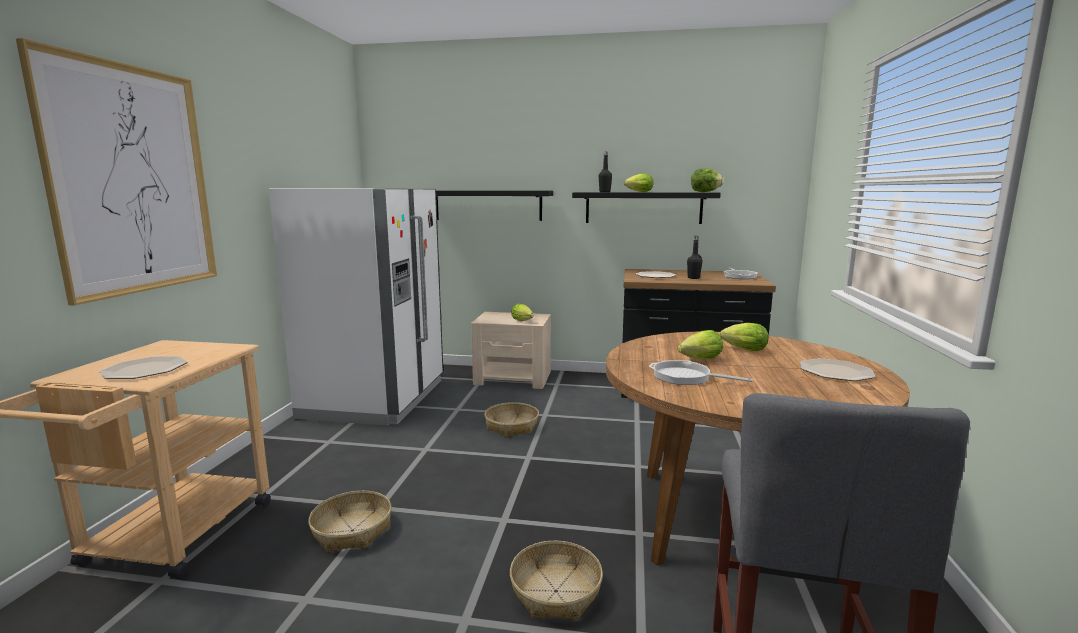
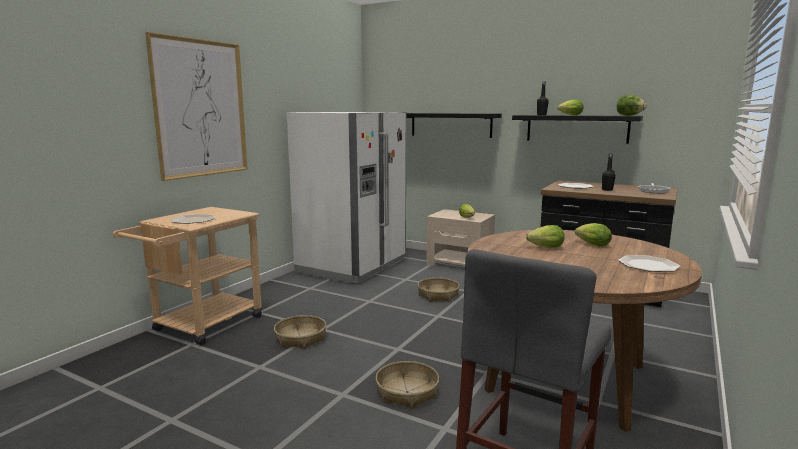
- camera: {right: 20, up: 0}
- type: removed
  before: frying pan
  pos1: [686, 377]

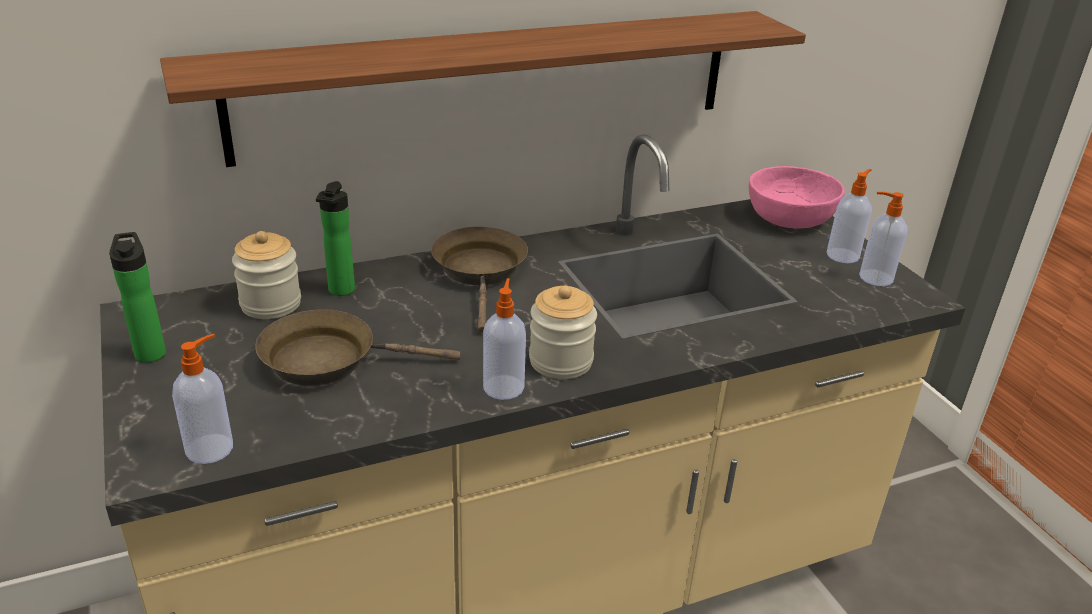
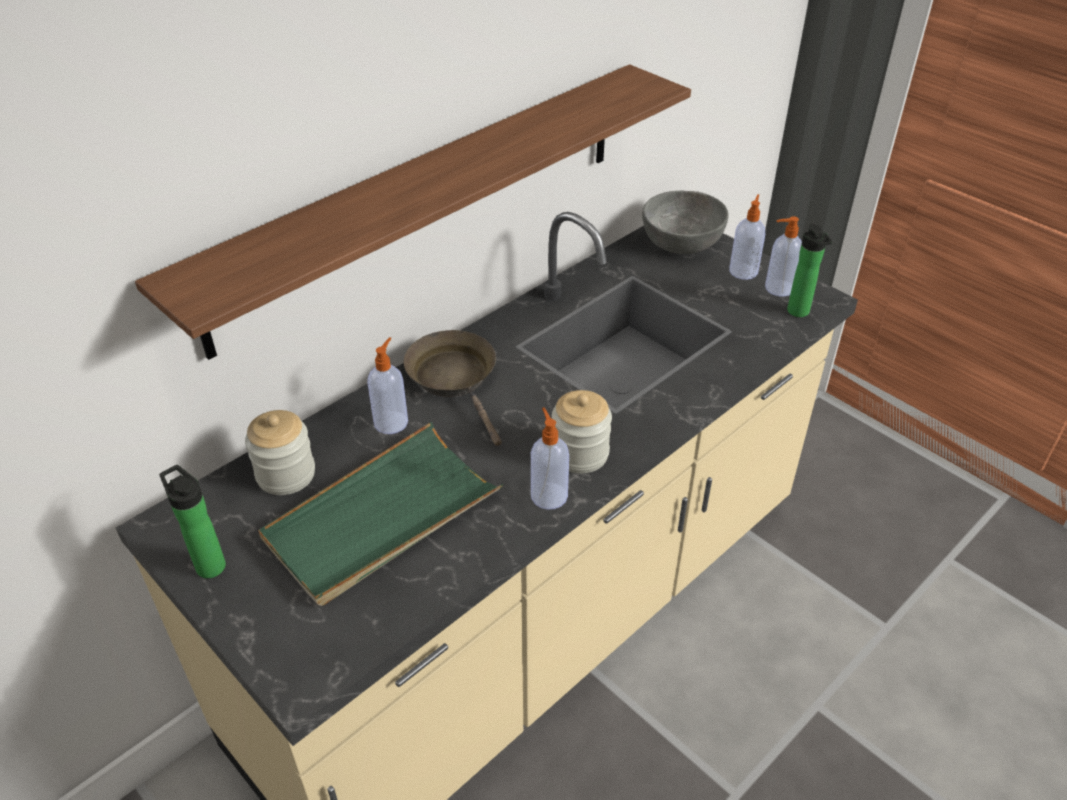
- camera: {right: -20, up: 10}
- type: moved
  before: soap dispenser
  pos1: [211, 448]
  pos2: [391, 421]
- type: moved
  before: bottle
  pos1: [340, 291]
  pos2: [799, 313]
- type: replaced
  before: brown frying pan
  after: green tray
  pos1: [329, 360]
  pos2: [382, 518]
- type: recoloured
  before: pink bowl
  after: grey bowl
  pos1: [789, 217]
  pos2: [681, 241]

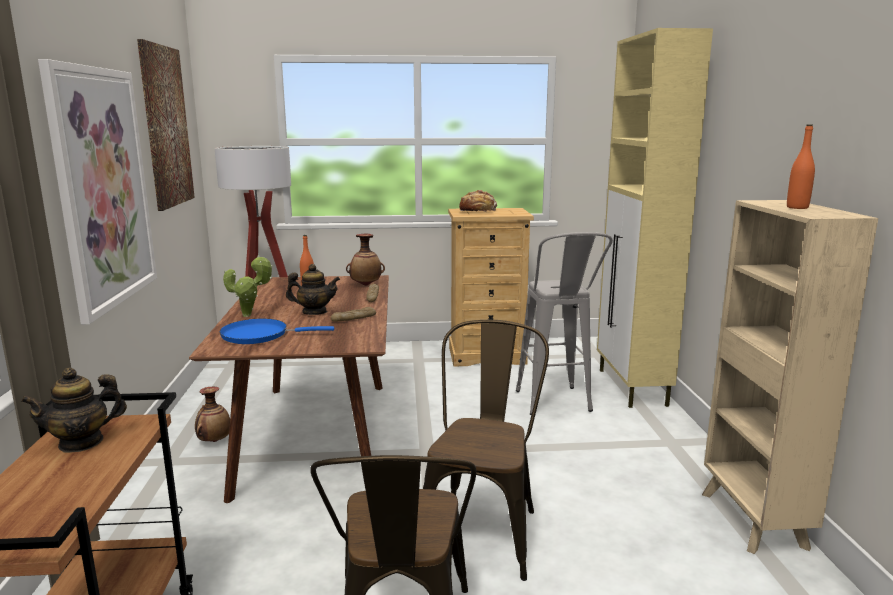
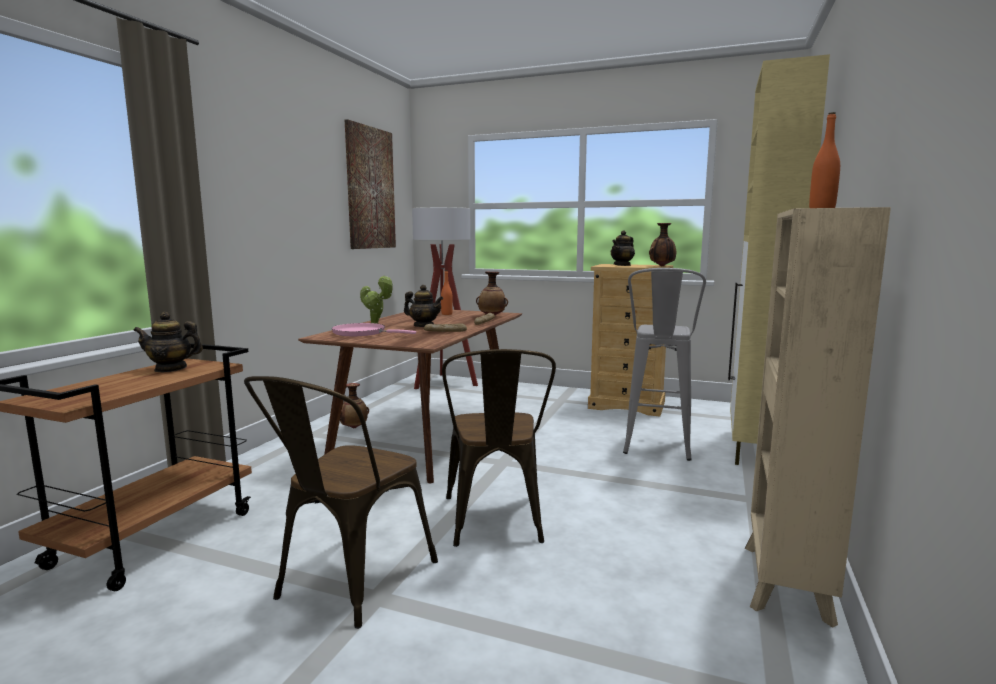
- camera: {right: 25, up: -5}
- type: removed
  before: picture
  pos1: [103, 188]
- type: added
  after: vase
  pos2: [662, 266]
- type: replaced
  before: bread
  after: teapot
  pos1: [478, 211]
  pos2: [622, 265]
- type: recoloured
  before: blue frying pan
  after: pink frying pan
  pos1: [260, 335]
  pos2: [362, 333]
- type: turned
  before: brown chair
  pos1: [483, 527]
  pos2: [495, 523]
  turn: 135

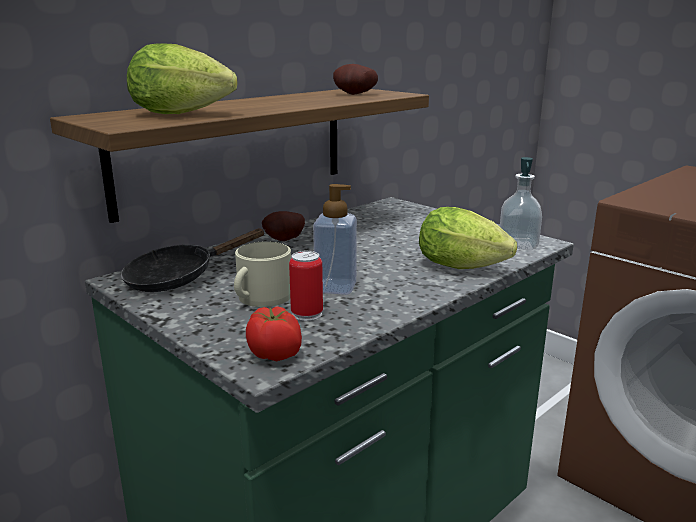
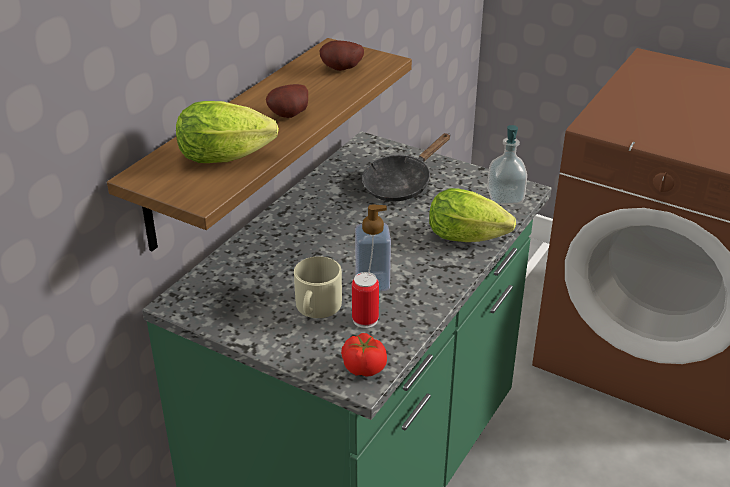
- camera: {right: -15, up: 15}
- type: moved
  before: black frying pan
  pos1: [179, 278]
  pos2: [401, 184]
- type: moved
  before: potato
  pos1: [285, 240]
  pos2: [291, 116]

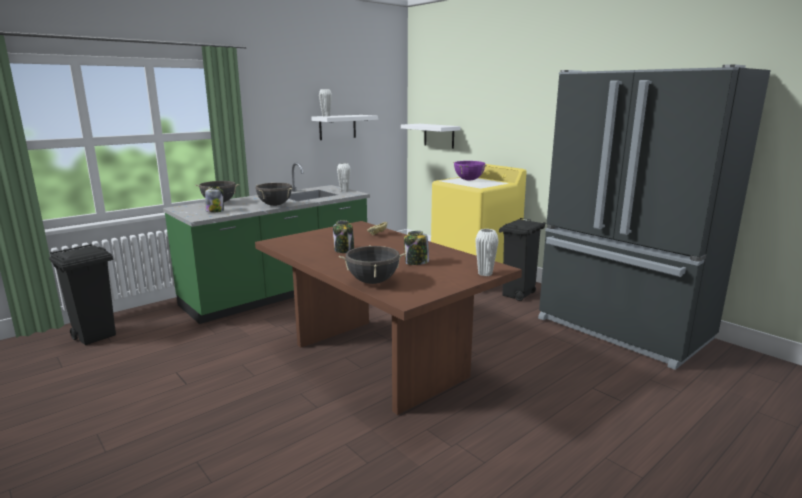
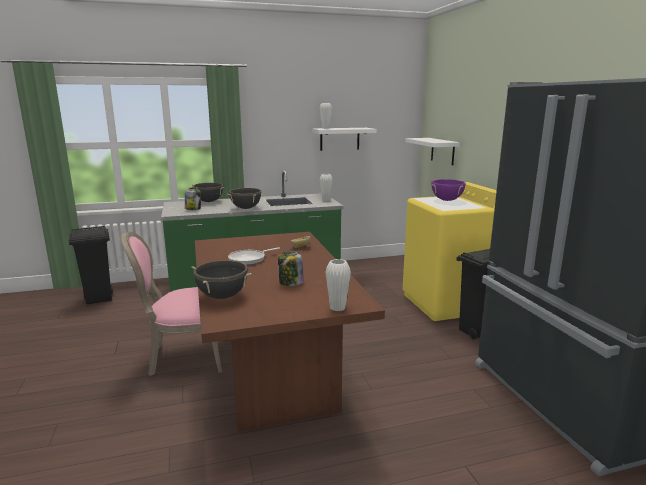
- camera: {right: 25, up: 0}
- type: added
  after: pink chair
  pos2: [184, 357]
- type: replaced
  before: jar
  after: frying pan
  pos1: [344, 250]
  pos2: [249, 259]

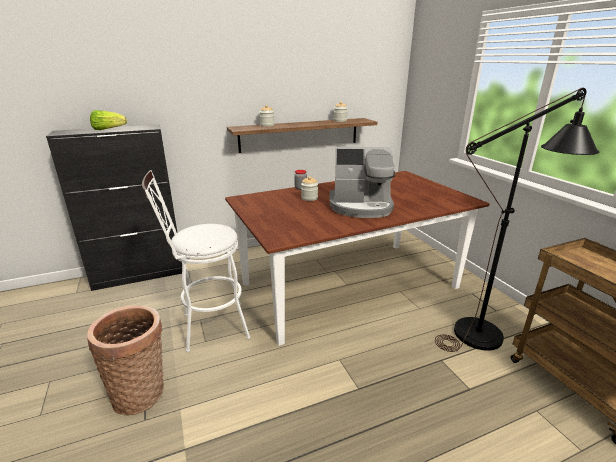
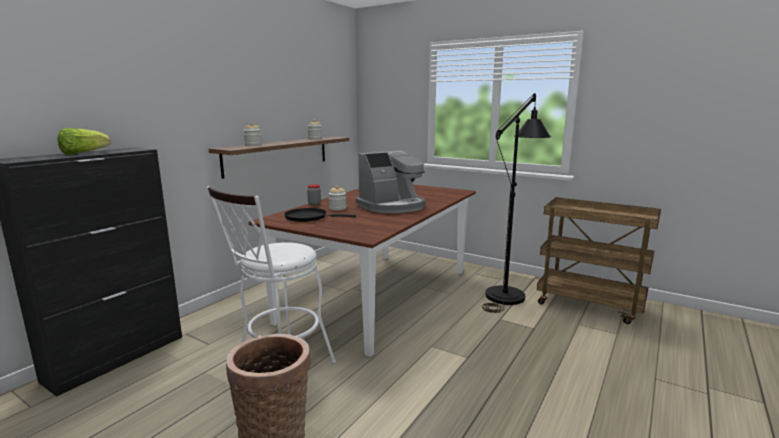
- camera: {right: -35, up: -10}
- type: added
  after: black frying pan
  pos2: [309, 217]

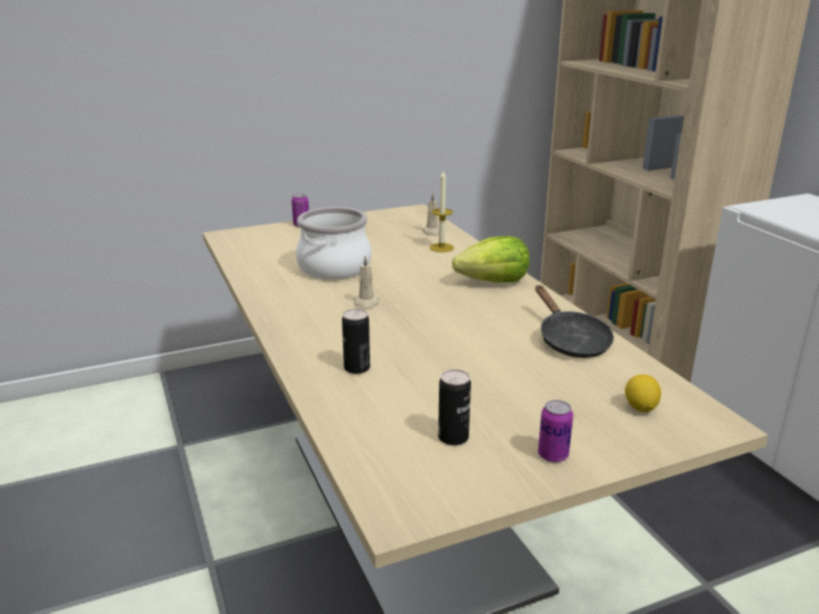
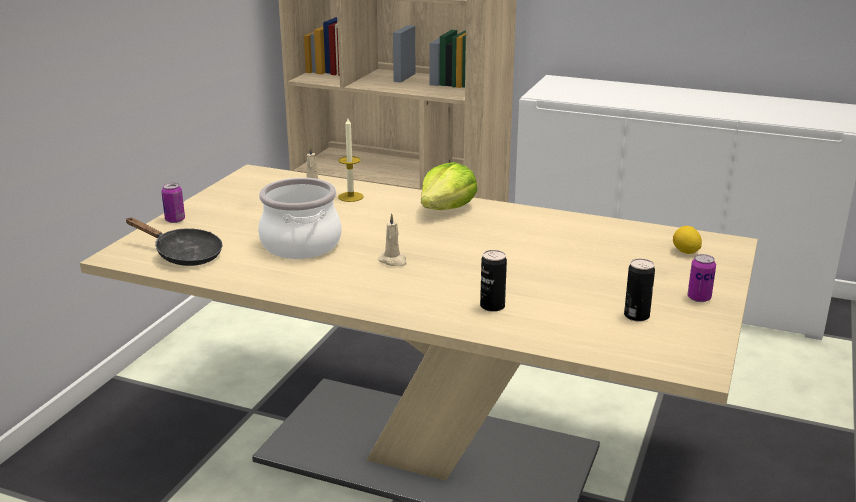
- camera: {right: -45, up: 0}
- type: moved
  before: black frying pan
  pos1: [570, 341]
  pos2: [183, 255]

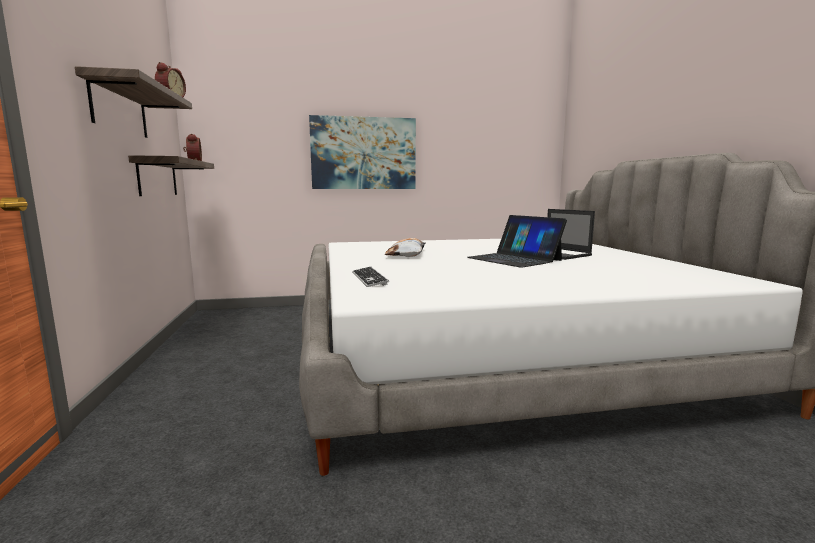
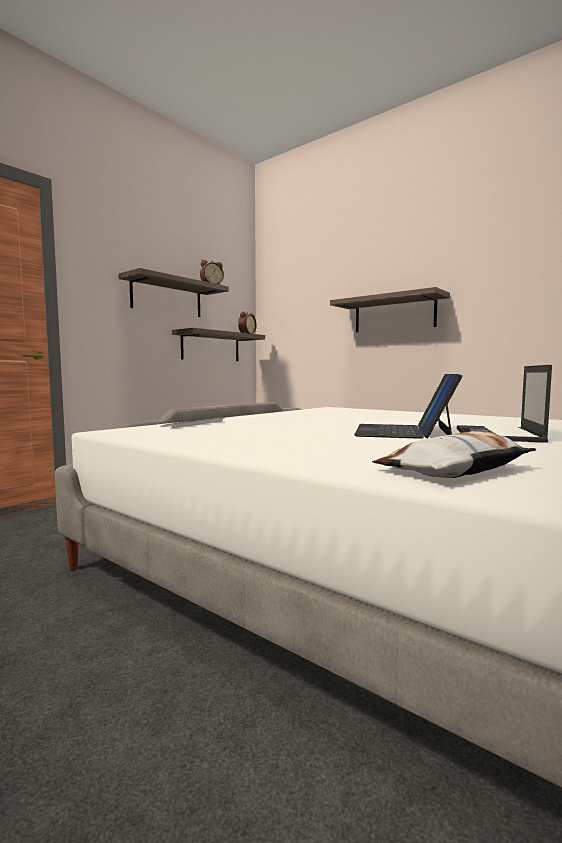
- camera: {right: 50, up: -5}
- type: moved
  before: pillow
  pos1: [407, 254]
  pos2: [454, 470]
- type: replaced
  before: picture
  after: shelf
  pos1: [363, 153]
  pos2: [394, 314]

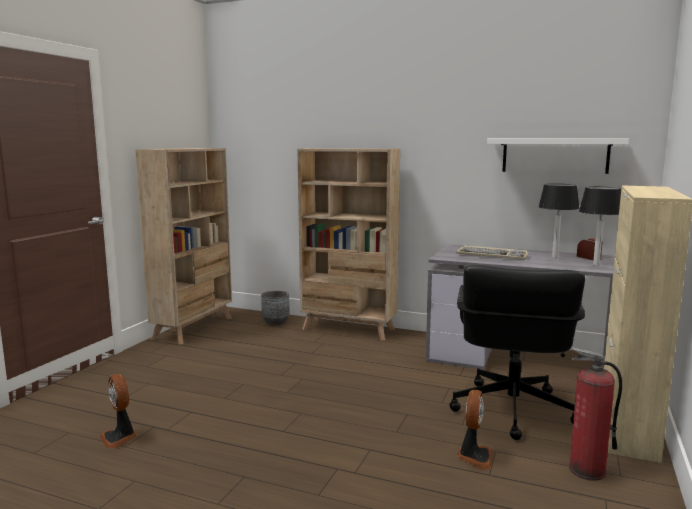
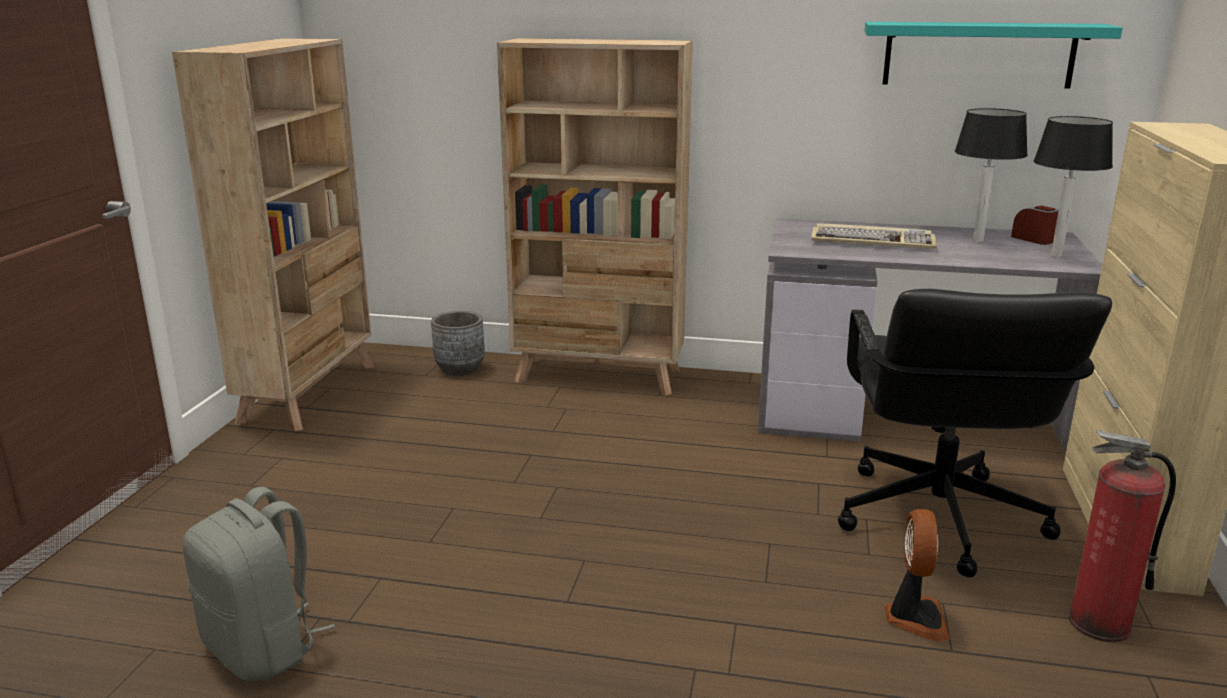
- camera: {right: -10, up: 10}
- type: replaced
  before: fan
  after: grey backpack
  pos1: [120, 437]
  pos2: [263, 649]
- type: recoloured
  before: white shelf
  after: turquoise shelf
  pos1: [555, 155]
  pos2: [978, 54]

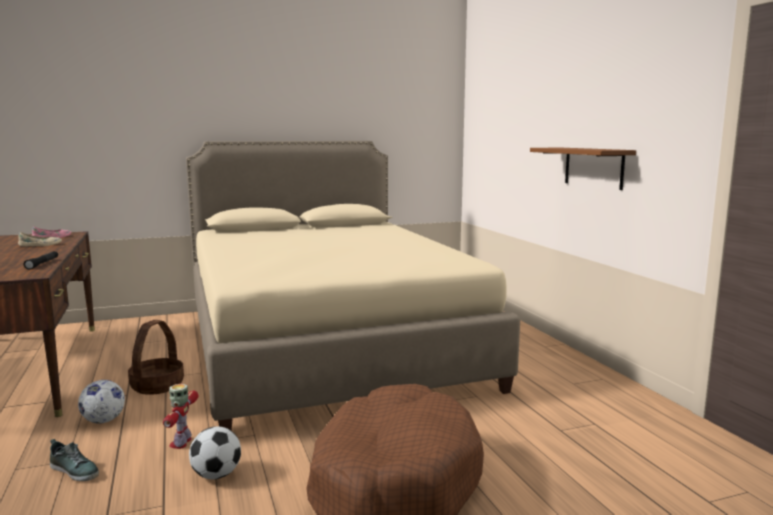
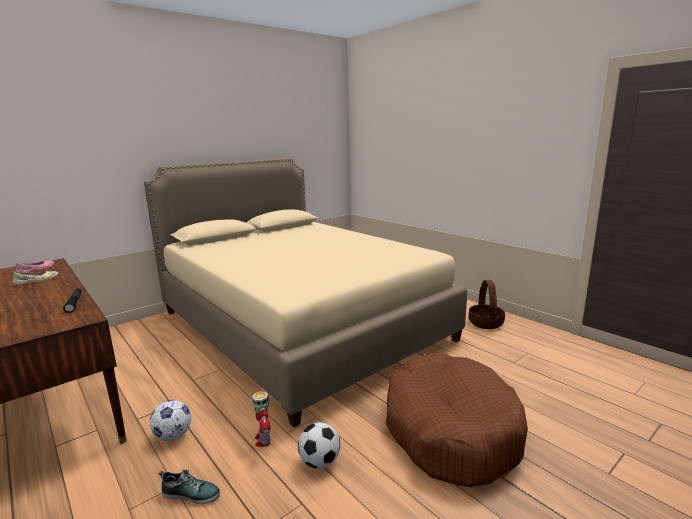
- camera: {right: -20, up: 5}
- type: removed
  before: brown shelf
  pos1: [593, 167]
- type: moved
  before: basket
  pos1: [157, 385]
  pos2: [485, 323]

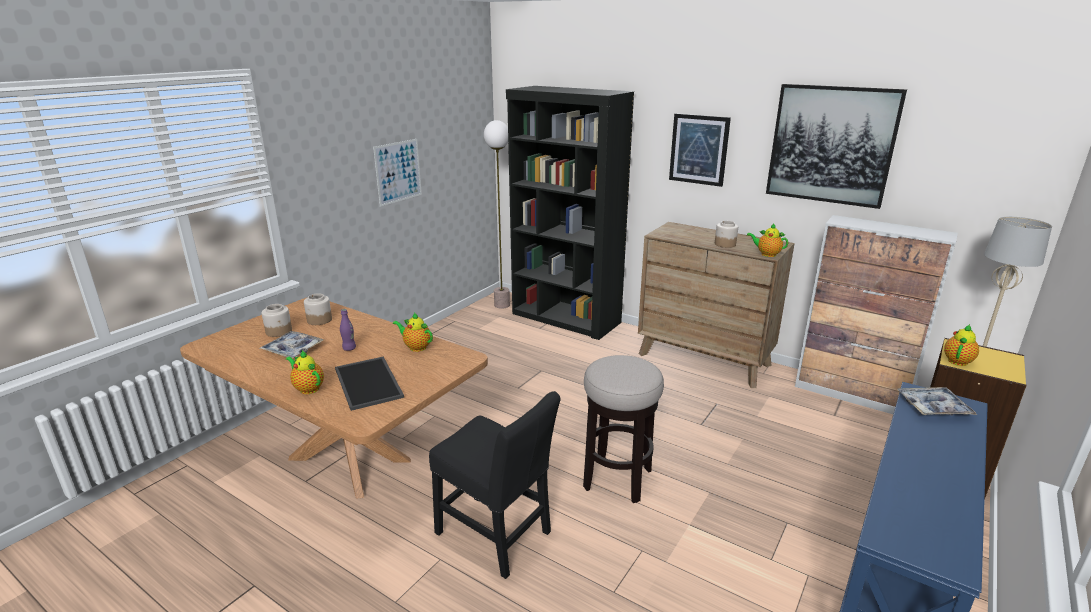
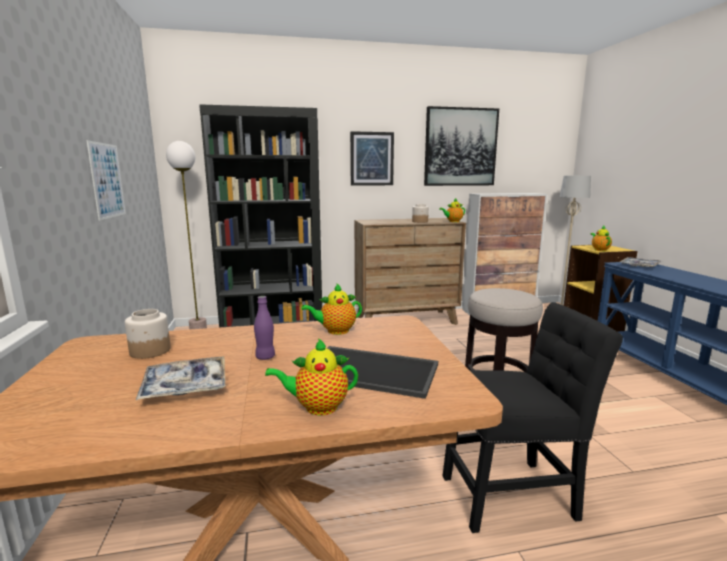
- camera: {right: -45, up: -10}
- type: removed
  before: jar
  pos1: [279, 331]

